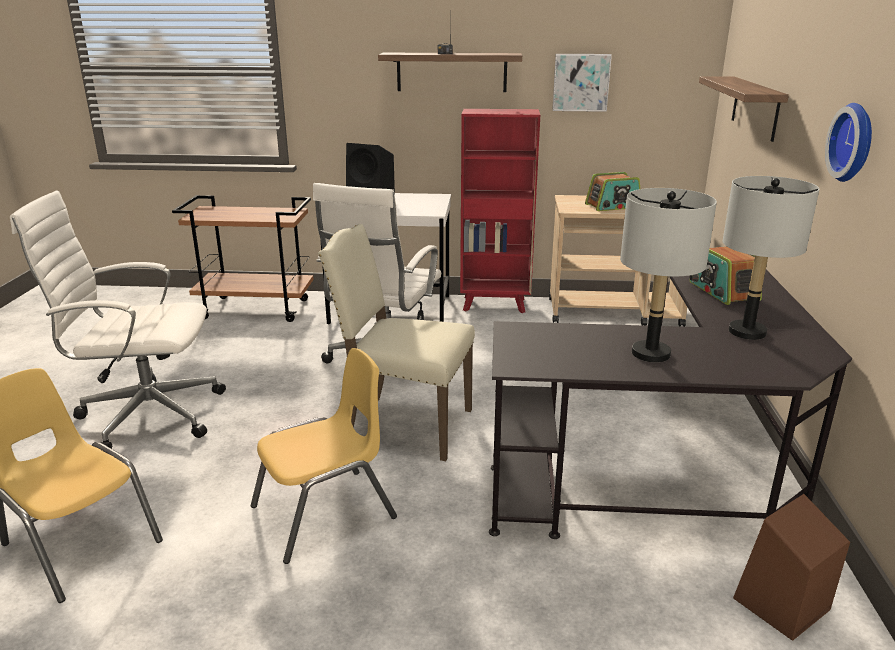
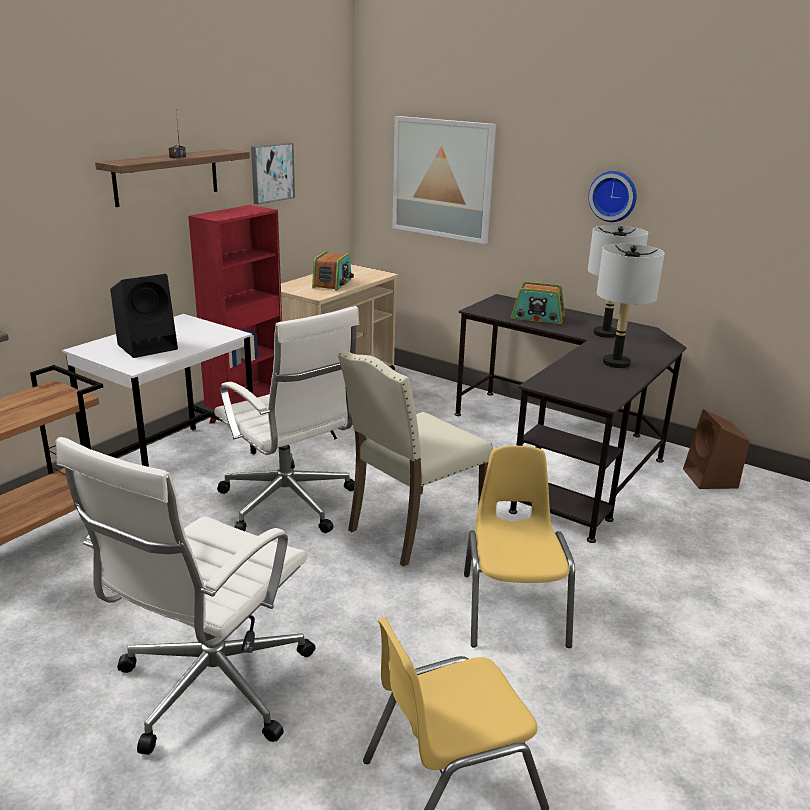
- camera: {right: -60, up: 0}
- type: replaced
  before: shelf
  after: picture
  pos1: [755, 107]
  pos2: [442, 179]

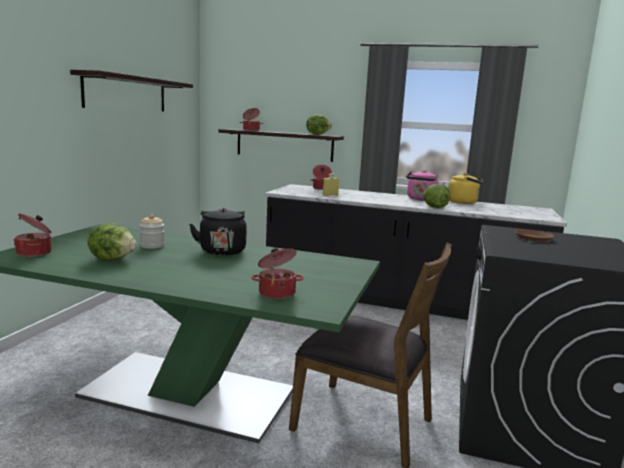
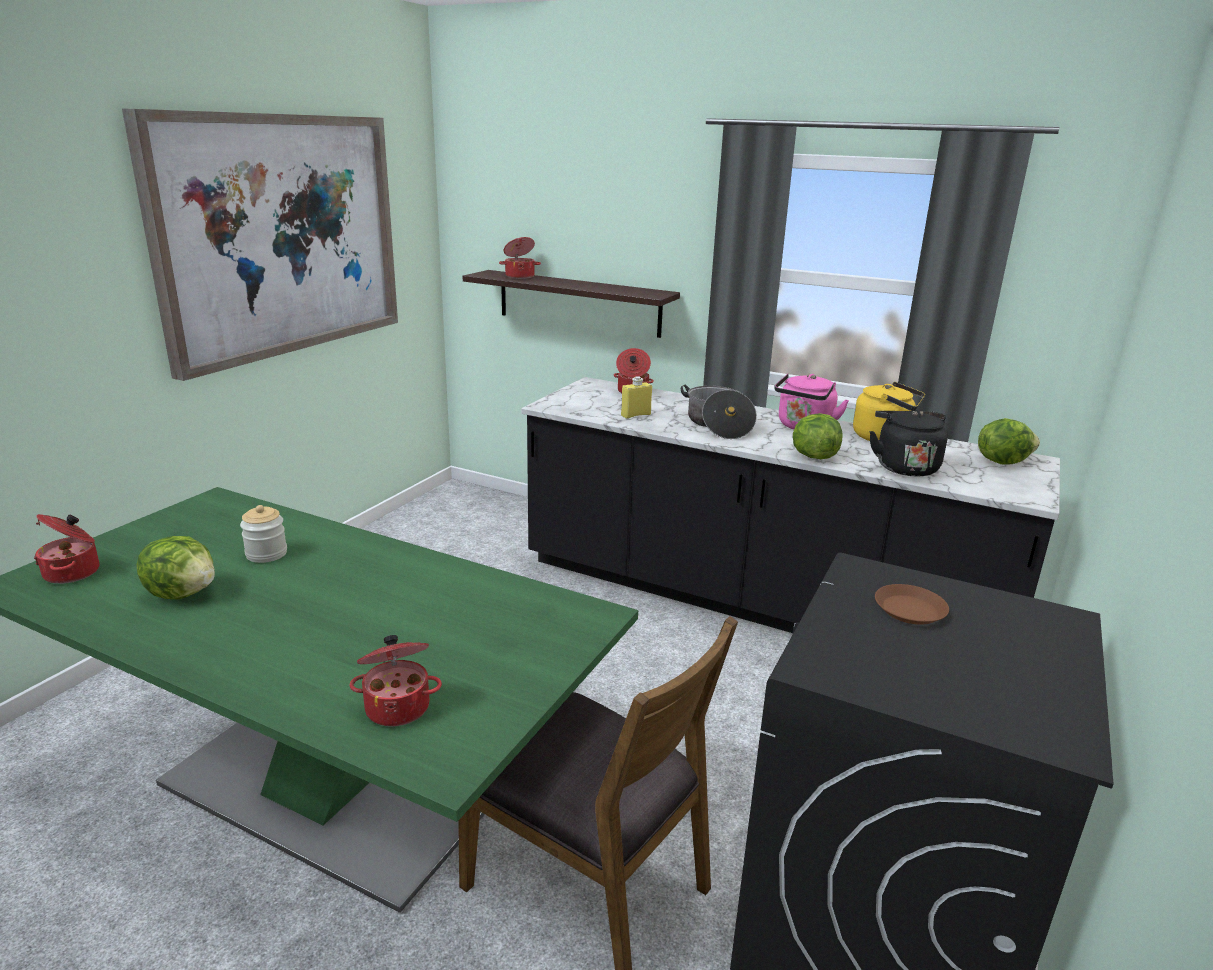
- camera: {right: 10, up: 10}
- type: added
  after: cooking pot
  pos2: [717, 425]
- type: moved
  before: black kettle
  pos1: [222, 250]
  pos2: [904, 466]
- type: moved
  before: lettuce
  pos1: [317, 134]
  pos2: [1001, 461]
- type: replaced
  before: shelf
  after: picture
  pos1: [126, 93]
  pos2: [281, 235]

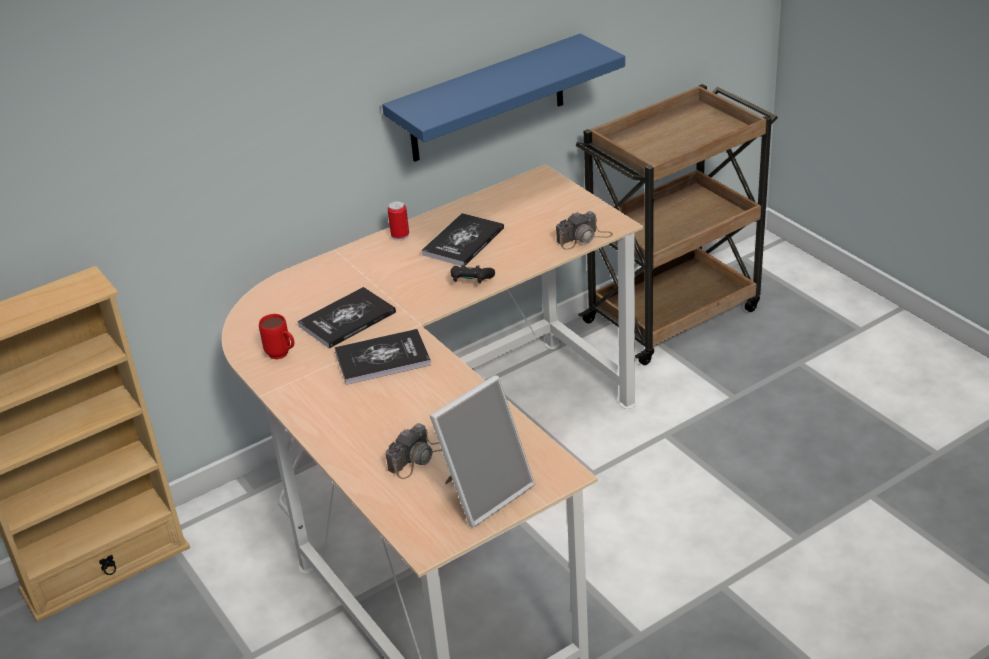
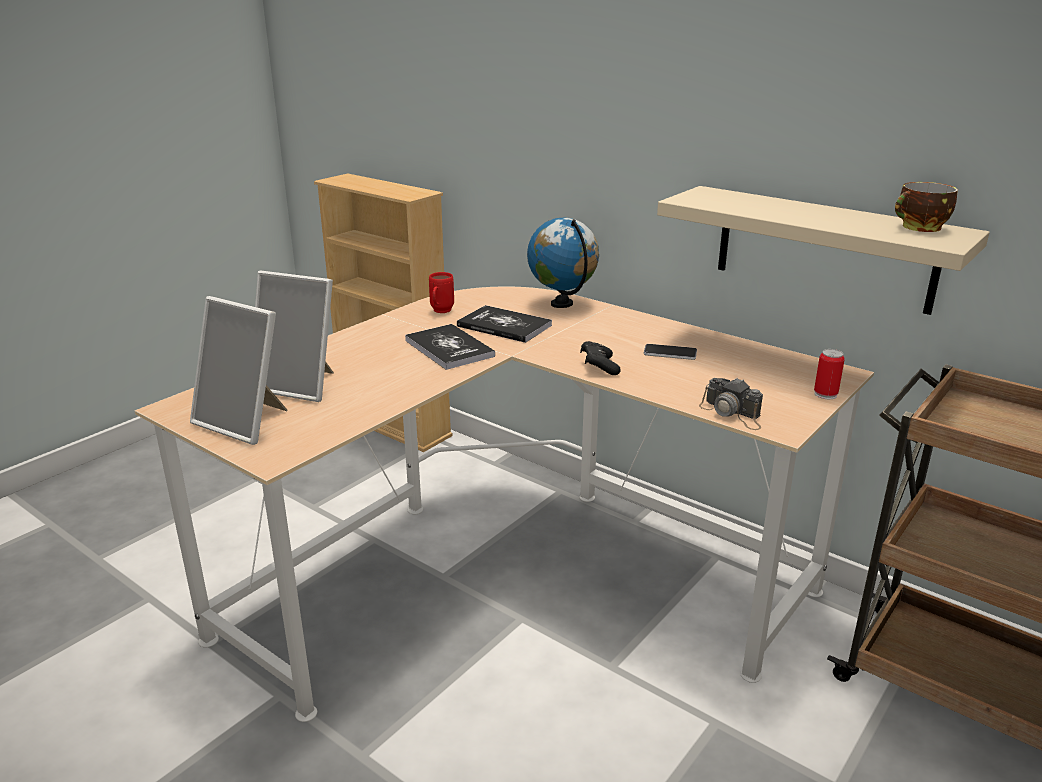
- camera: {right: 70, up: -10}
- type: added
  after: globe
  pos2: [562, 304]
- type: added
  after: cup
  pos2: [920, 228]
- type: moved
  before: can
  pos1: [400, 236]
  pos2: [825, 394]
- type: replaced
  before: photo camera
  after: picture frame
  pos1: [418, 457]
  pos2: [300, 385]
- type: replaced
  before: book
  after: phone
  pos1: [463, 241]
  pos2: [670, 353]
- type: recoloured
  before: blue shelf
  after: beige shelf
  pos1: [487, 99]
  pos2: [824, 248]

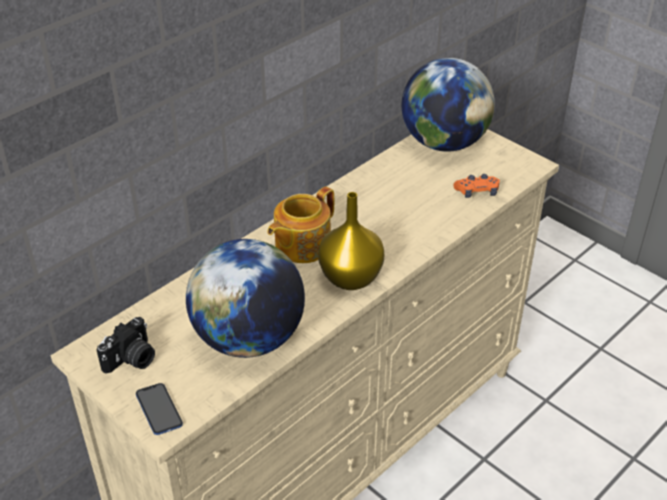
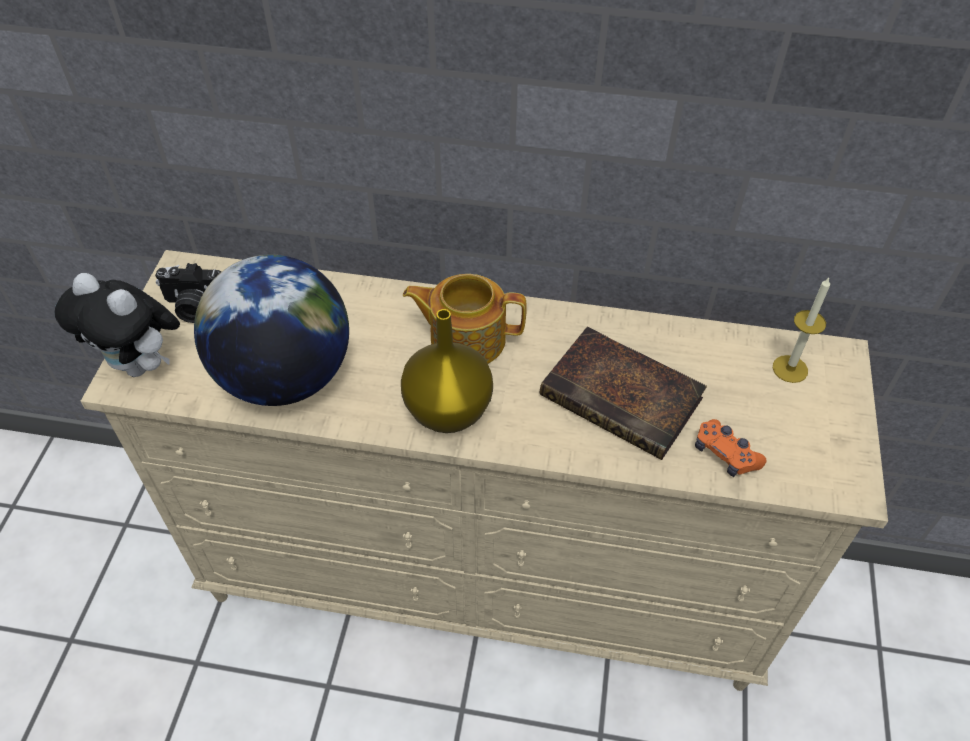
- camera: {right: 55, up: 10}
- type: added
  after: book
  pos2: [625, 399]
- type: replaced
  before: phone
  after: plush toy
  pos1: [159, 410]
  pos2: [141, 365]
- type: replaced
  before: globe
  after: candle
  pos1: [444, 143]
  pos2: [790, 369]

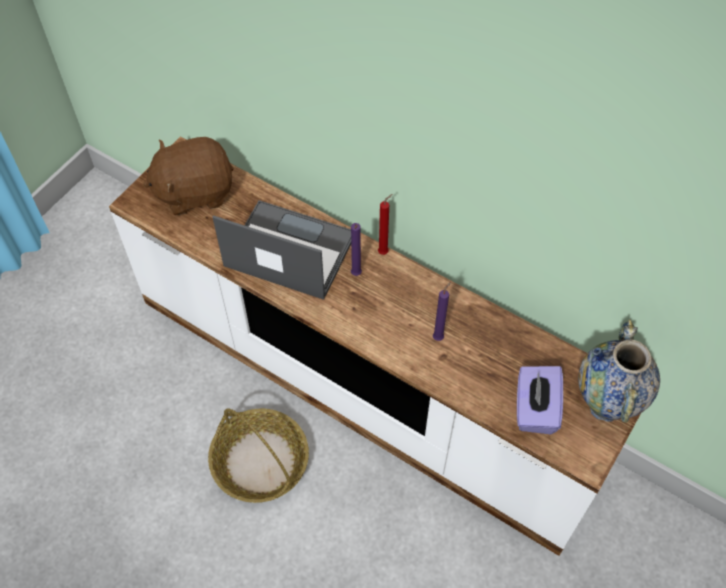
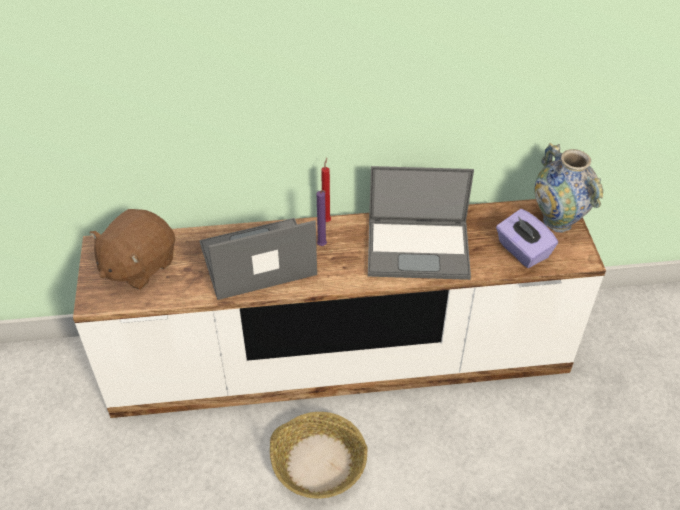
- camera: {right: -40, up: -10}
- type: replaced
  before: purple candle
  after: laptop
  pos1: [439, 337]
  pos2: [419, 248]

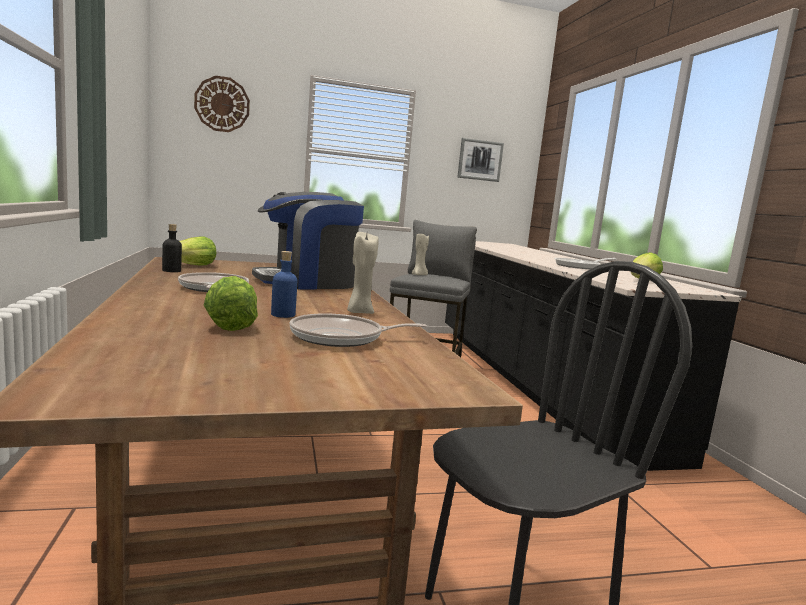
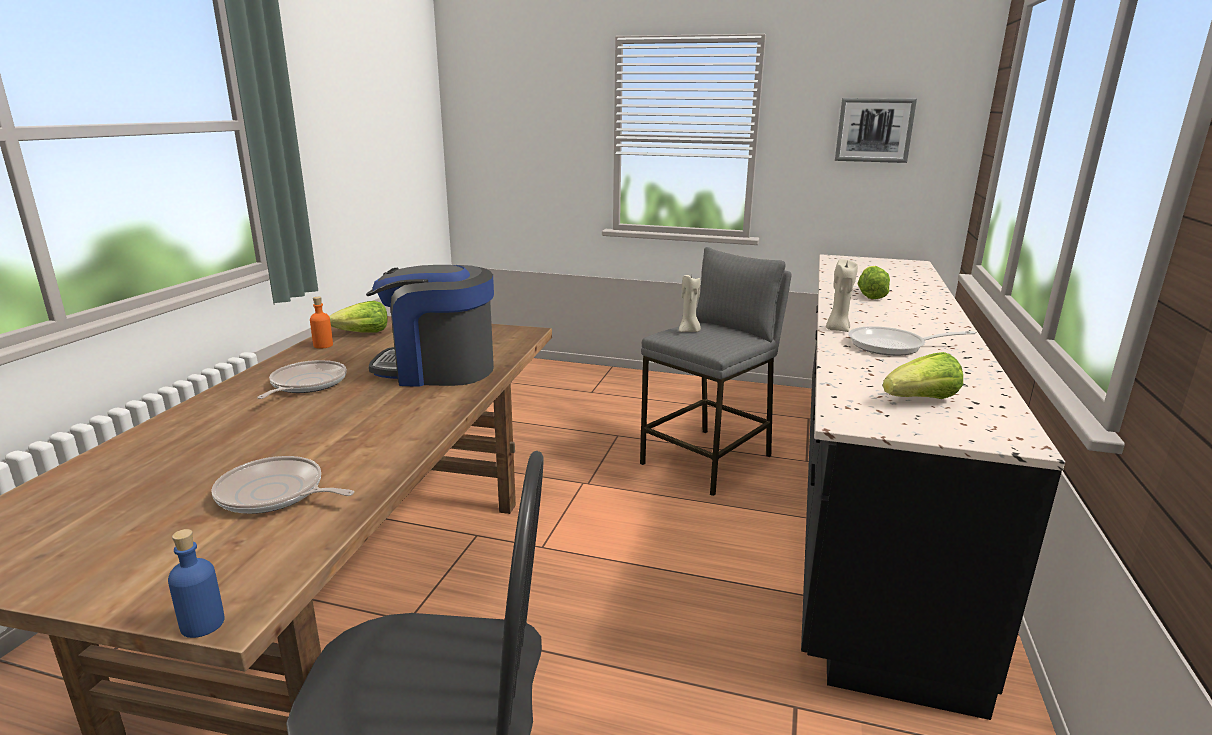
- camera: {right: 30, up: 10}
- type: removed
  before: wall clock
  pos1: [222, 104]
- type: moved
  before: lettuce
  pos1: [231, 324]
  pos2: [870, 295]
- type: moved
  before: blue bottle
  pos1: [283, 315]
  pos2: [203, 624]
- type: moved
  before: beige candle
  pos1: [359, 312]
  pos2: [837, 329]
- type: recoloured
  before: black bottle
  after: orange bottle
  pos1: [171, 271]
  pos2: [323, 345]

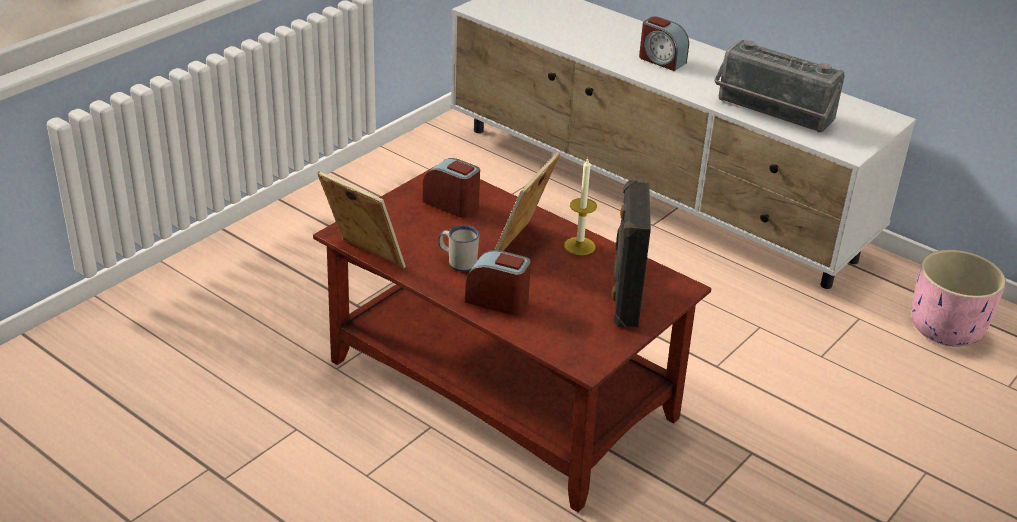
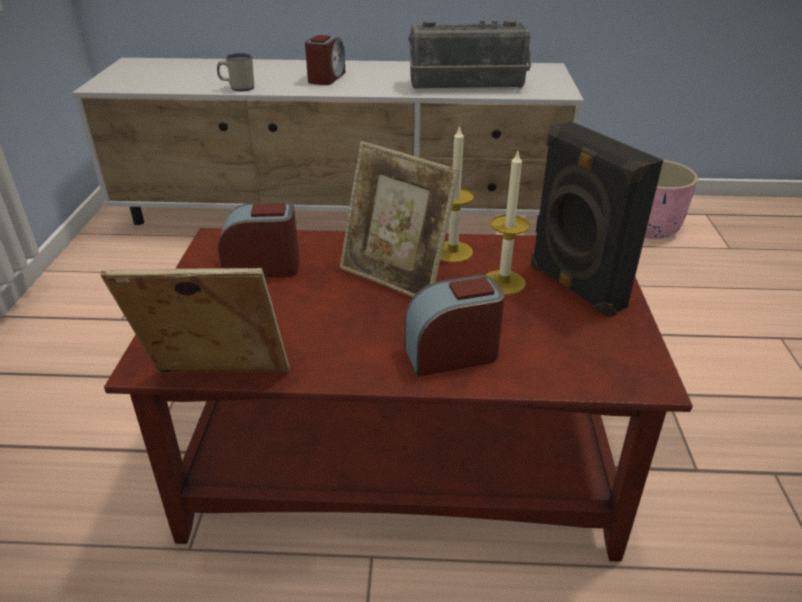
- camera: {right: -35, up: 0}
- type: added
  after: candle
  pos2: [503, 282]
- type: moved
  before: white mug
  pos1: [458, 262]
  pos2: [238, 88]
- type: turned
  before: picture frame
  pos1: [522, 245]
  pos2: [395, 276]
  turn: -45
- type: turned
  before: alarm clock
  pos1: [661, 60]
  pos2: [326, 78]
  turn: -75

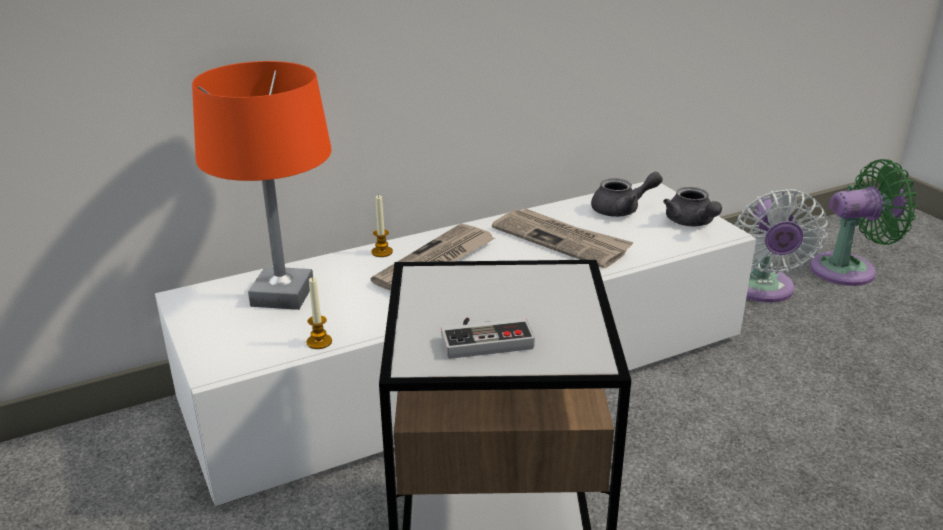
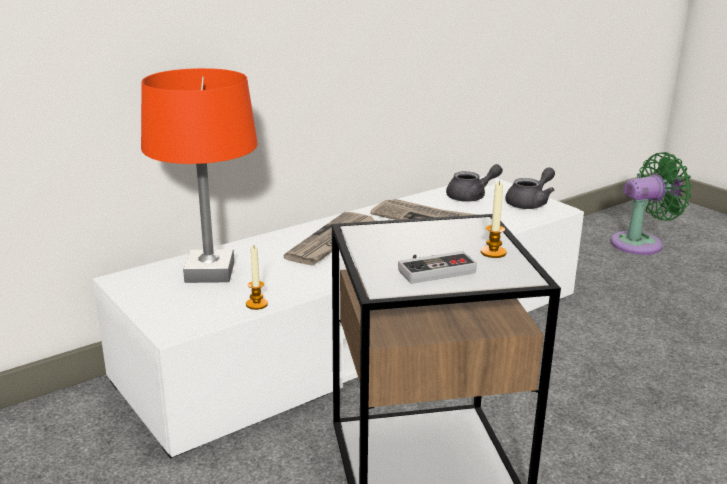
- camera: {right: -10, up: -5}
- type: removed
  before: white fan
  pos1: [762, 290]
- type: moved
  before: candle
  pos1: [382, 252]
  pos2: [493, 252]
- type: turned
  before: grey teapot
  pos1: [691, 223]
  pos2: [530, 203]
  turn: -105

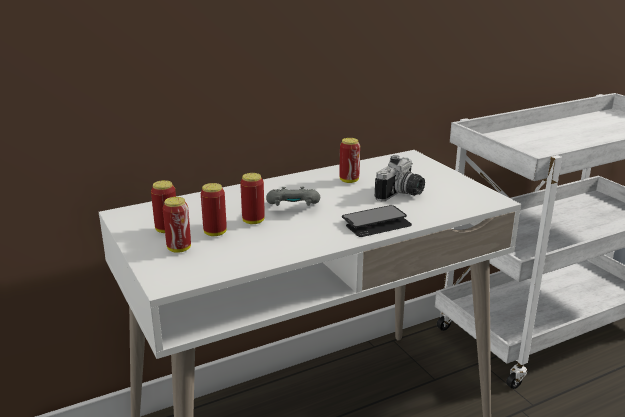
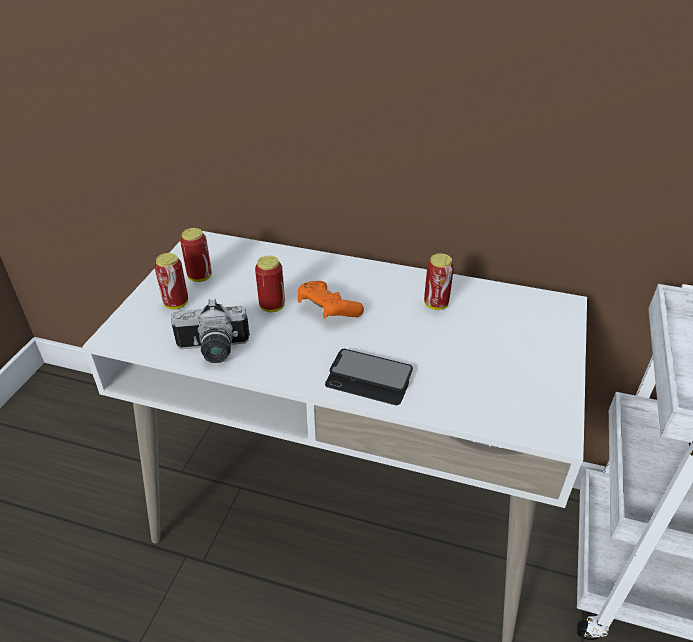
- camera: {right: 45, up: 15}
- type: removed
  before: can
  pos1: [215, 233]
- type: moved
  before: photo camera
  pos1: [402, 194]
  pos2: [213, 351]
- type: recoloured
  before: grey game controller
  after: orange game controller
  pos1: [293, 208]
  pos2: [327, 310]

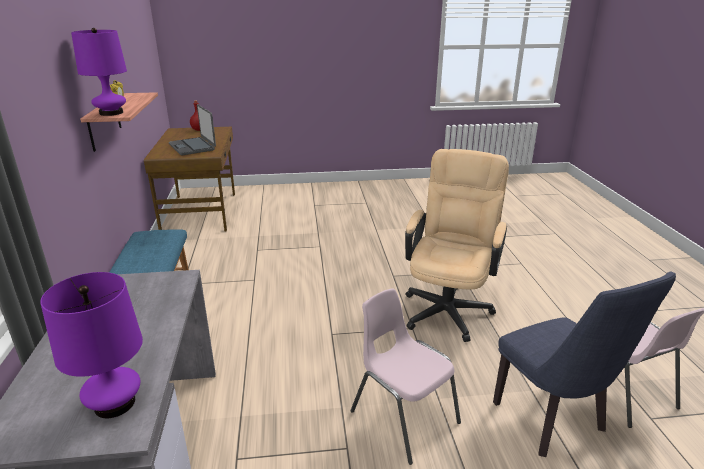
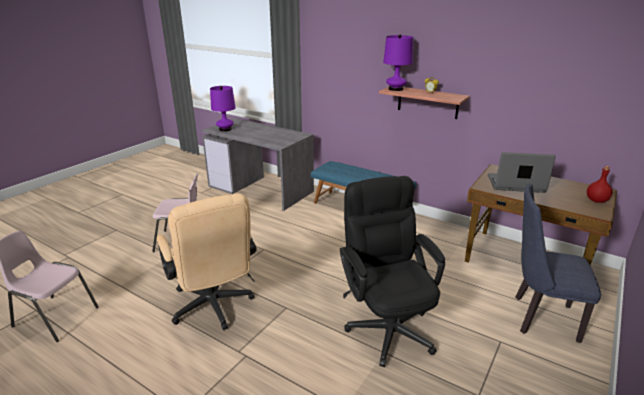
- camera: {right: 130, up: 0}
- type: added
  after: black office chair
  pos2: [386, 324]
- type: moved
  before: blue chair
  pos1: [554, 423]
  pos2: [538, 317]

